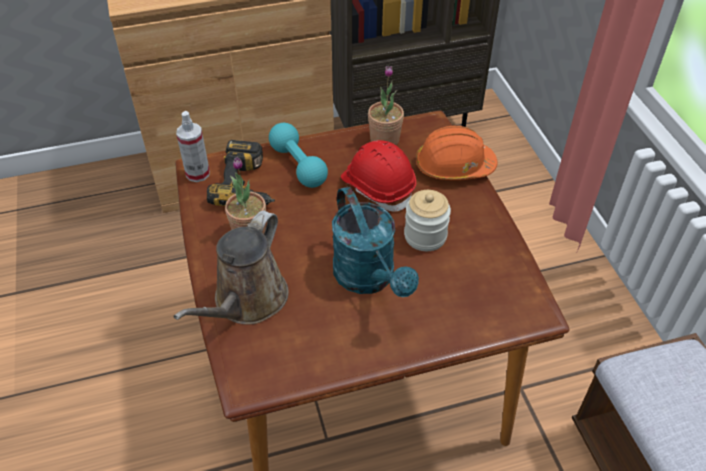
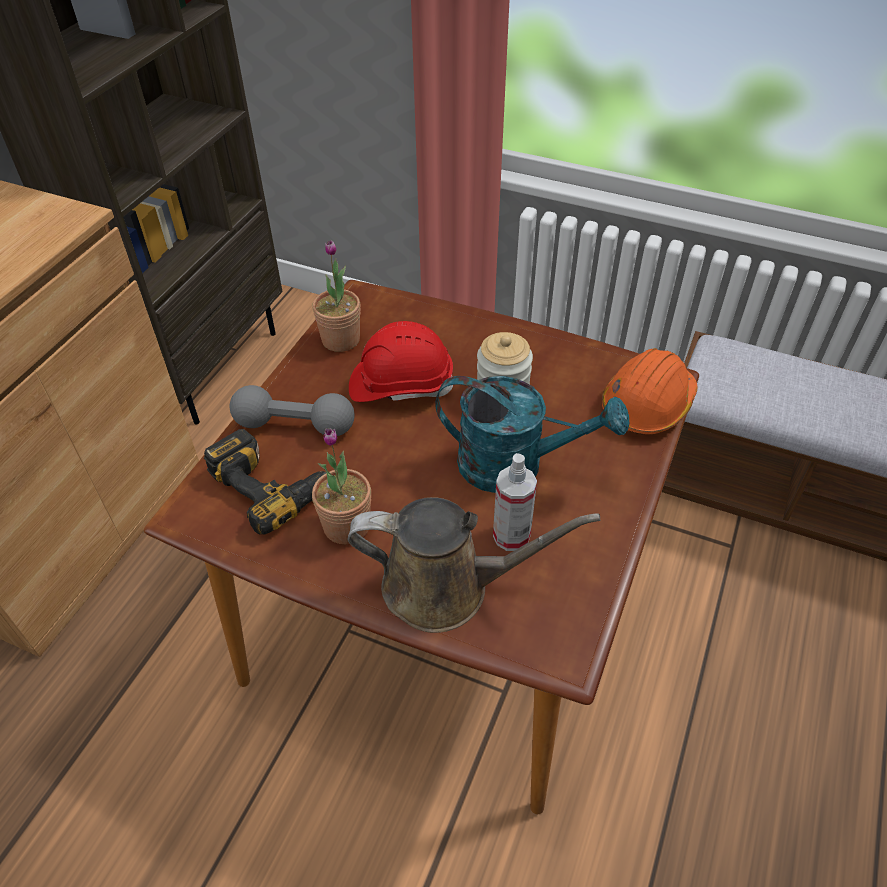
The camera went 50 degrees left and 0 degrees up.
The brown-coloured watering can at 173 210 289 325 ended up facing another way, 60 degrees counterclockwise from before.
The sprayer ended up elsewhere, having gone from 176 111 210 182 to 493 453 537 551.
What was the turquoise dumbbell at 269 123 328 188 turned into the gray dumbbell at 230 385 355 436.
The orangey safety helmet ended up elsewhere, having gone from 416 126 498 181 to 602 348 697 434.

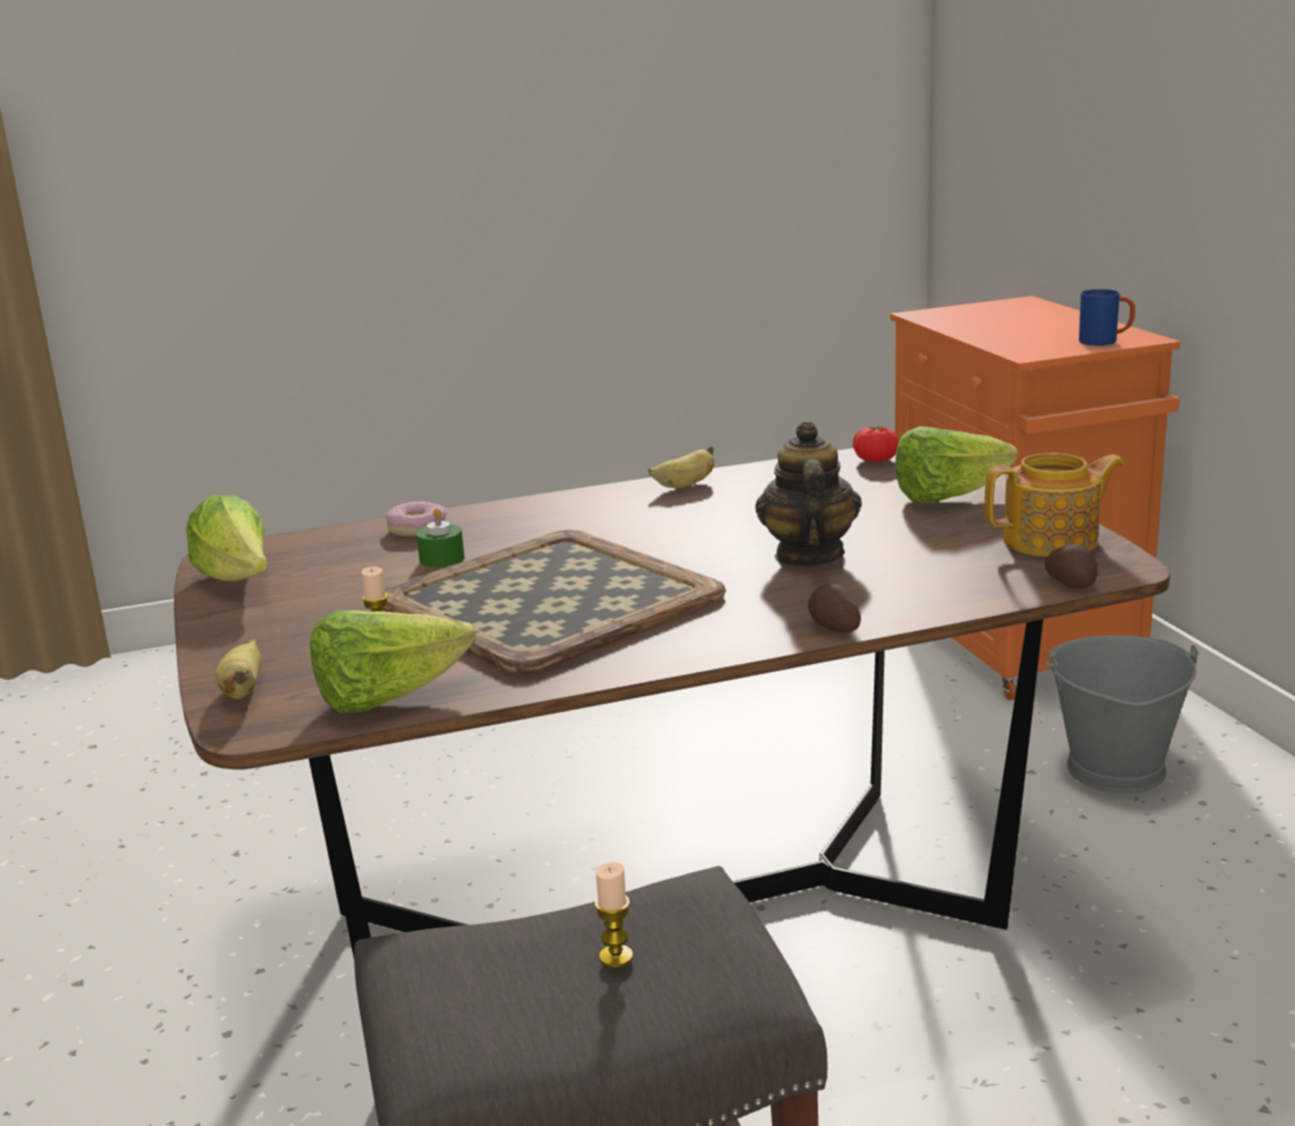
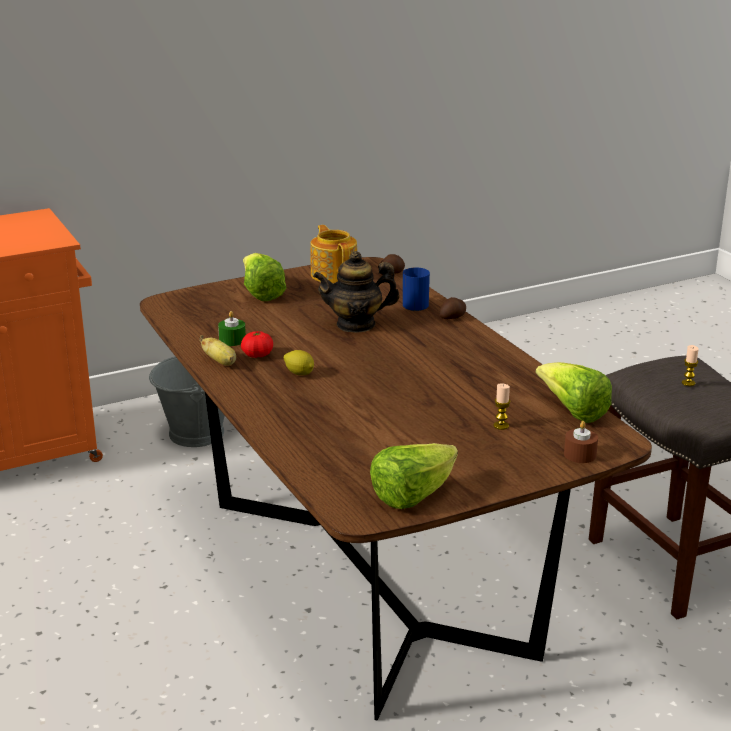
The camera went 100 degrees left and 5 degrees up.
Where the whole banana stood at 216 639 261 699, the brown-coloured wax candle came to stand at 564 421 598 463.
The second view lost the serving tray at 382 530 726 674.
The second view lost the donut at 385 501 447 537.
The greenish wax candle ended up elsewhere, having gone from 416 508 465 568 to 218 311 246 346.
The whole tomato ended up elsewhere, having gone from 853 426 899 462 to 241 331 273 358.
The blue tea mug ended up elsewhere, having gone from 1079 289 1135 346 to 403 267 430 311.
The second view gained the citrus fruit at 284 350 314 375.

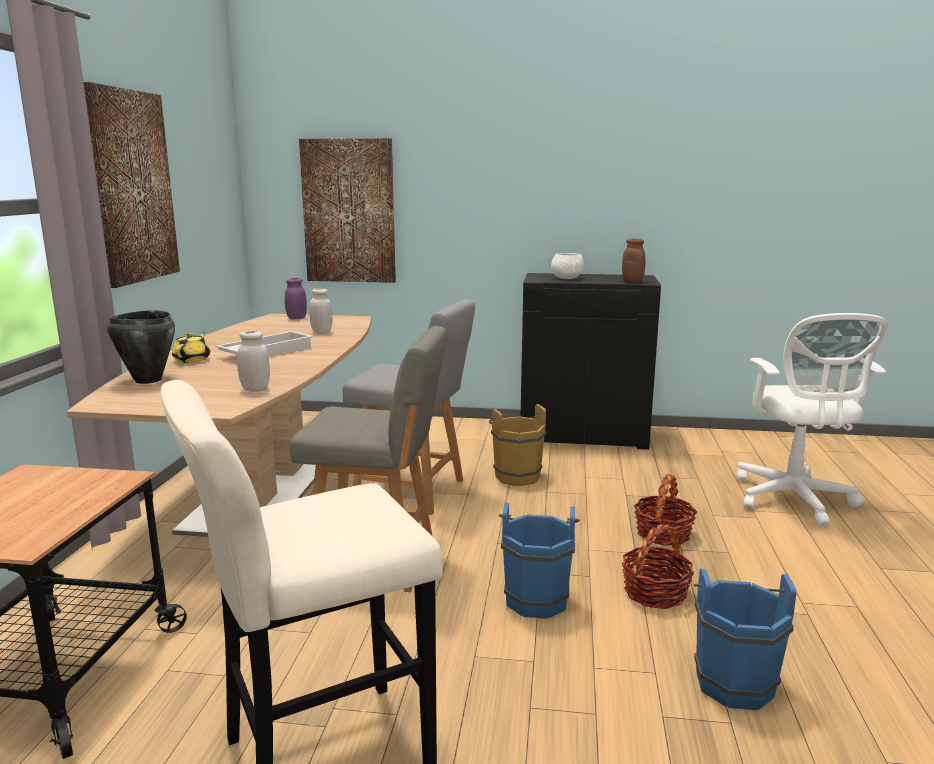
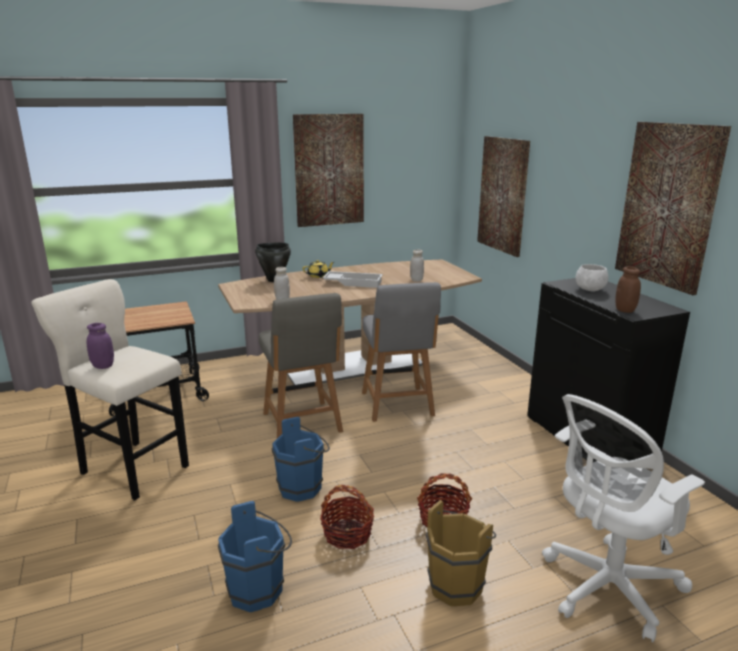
The camera went 60 degrees right and 5 degrees up.
The purple-coloured preserve jar ended up elsewhere, having gone from 285 278 307 319 to 86 323 114 369.
The brown-coloured bucket ended up elsewhere, having gone from 489 404 546 486 to 426 500 496 606.
The second view gained the wall picture at 615 122 731 295.

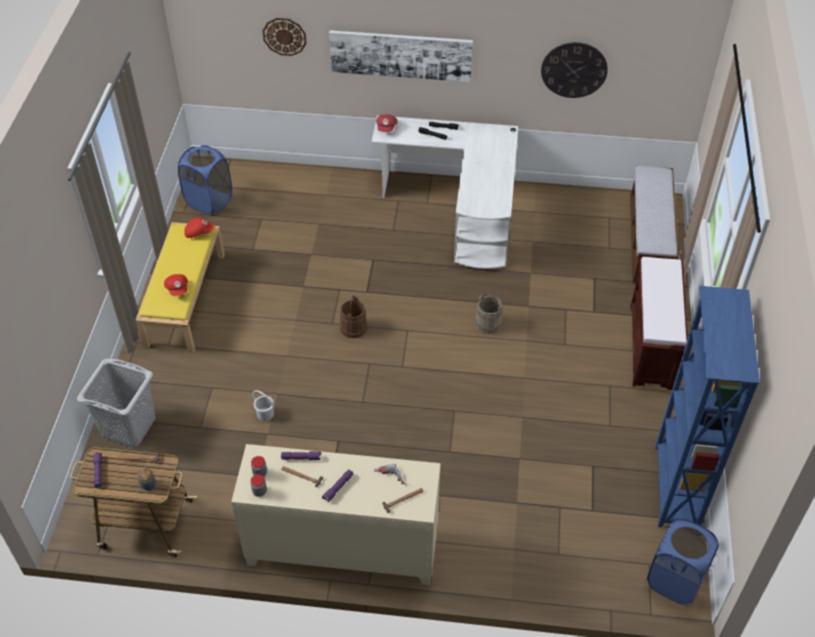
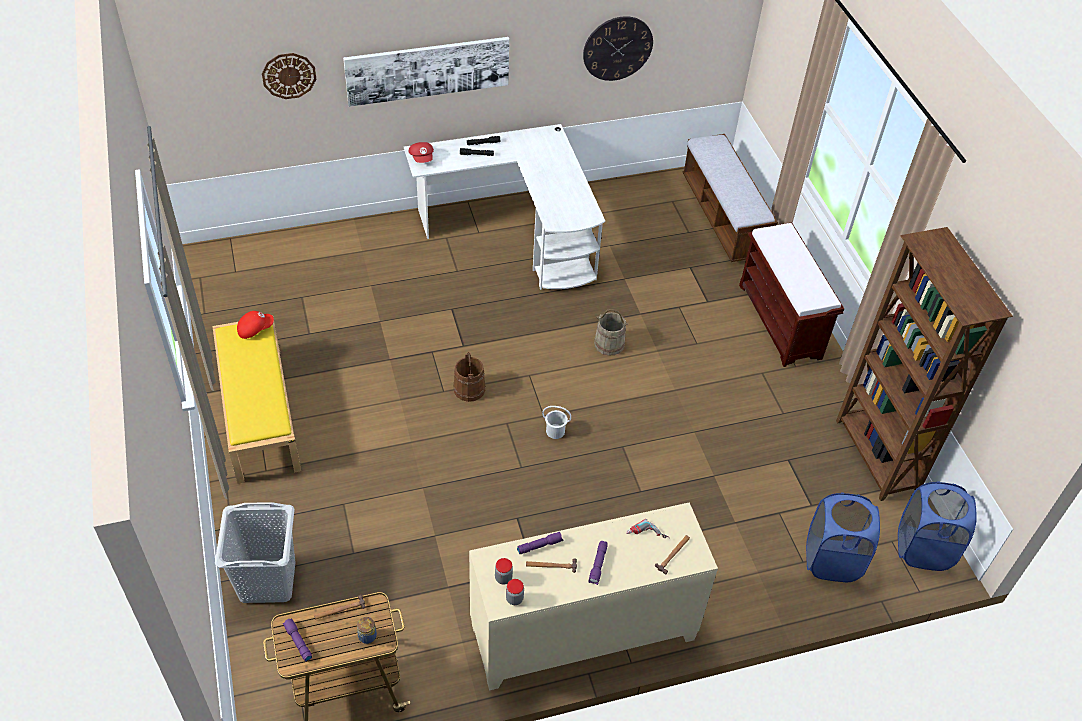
The camera went 25 degrees left and 0 degrees up.
The second view lost the red-coloured cap at 164 274 188 296.
The blue washing basket ended up elsewhere, having gone from 178 145 232 215 to 806 493 880 582.
The white bucket ended up elsewhere, having gone from 252 390 274 421 to 542 406 571 439.
What was the blue bookcase at 655 286 760 527 turned into the brown-coloured bookcase at 836 227 1013 501.

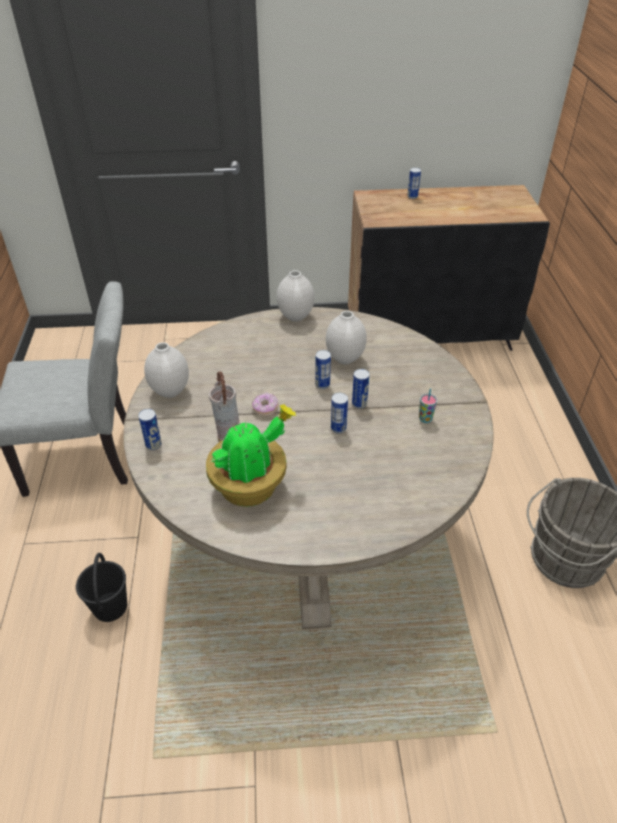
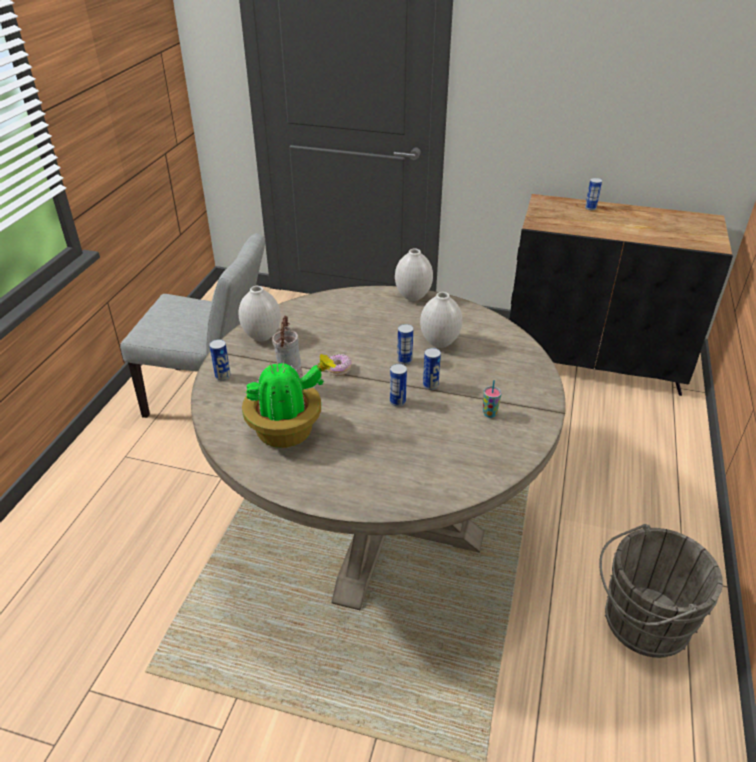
The camera went 20 degrees right and 5 degrees down.
The second view lost the black bucket at 76 553 127 622.

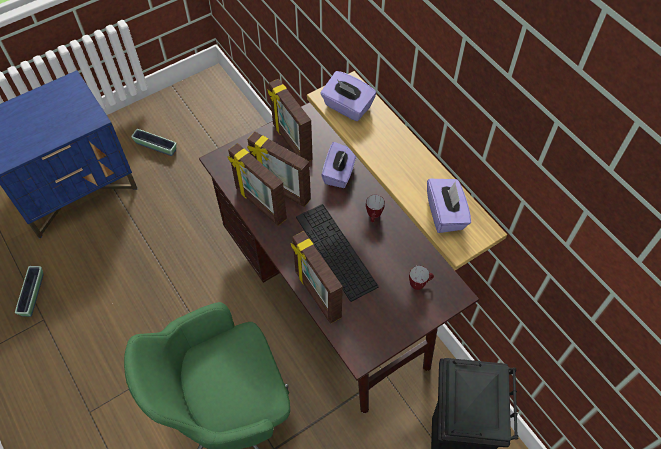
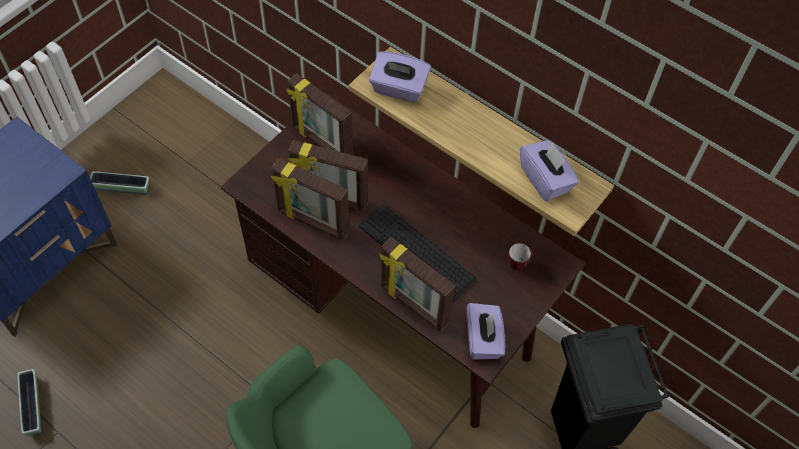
The camera went 20 degrees left and 0 degrees up.
The purple-coloured tissue box ended up elsewhere, having gone from 321 142 356 188 to 467 303 505 360.
The second view lost the tea mug at 366 195 385 222.

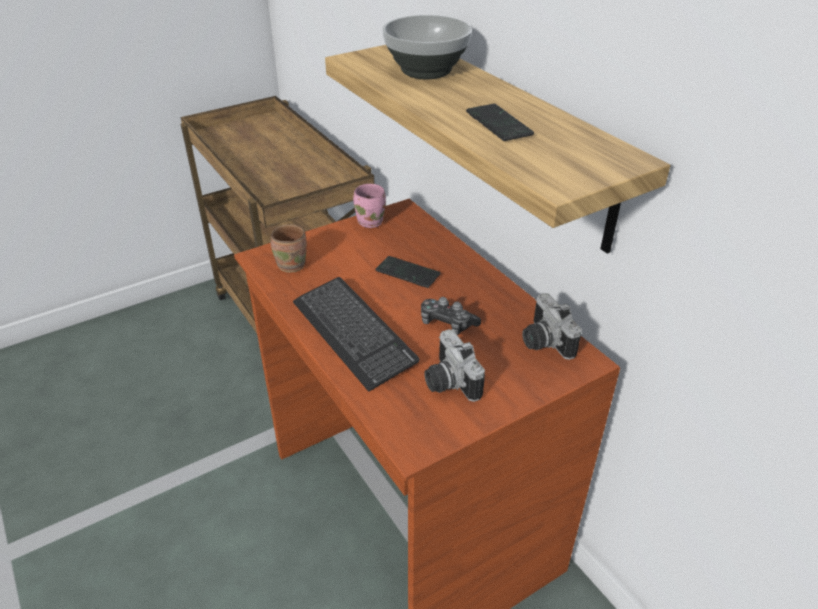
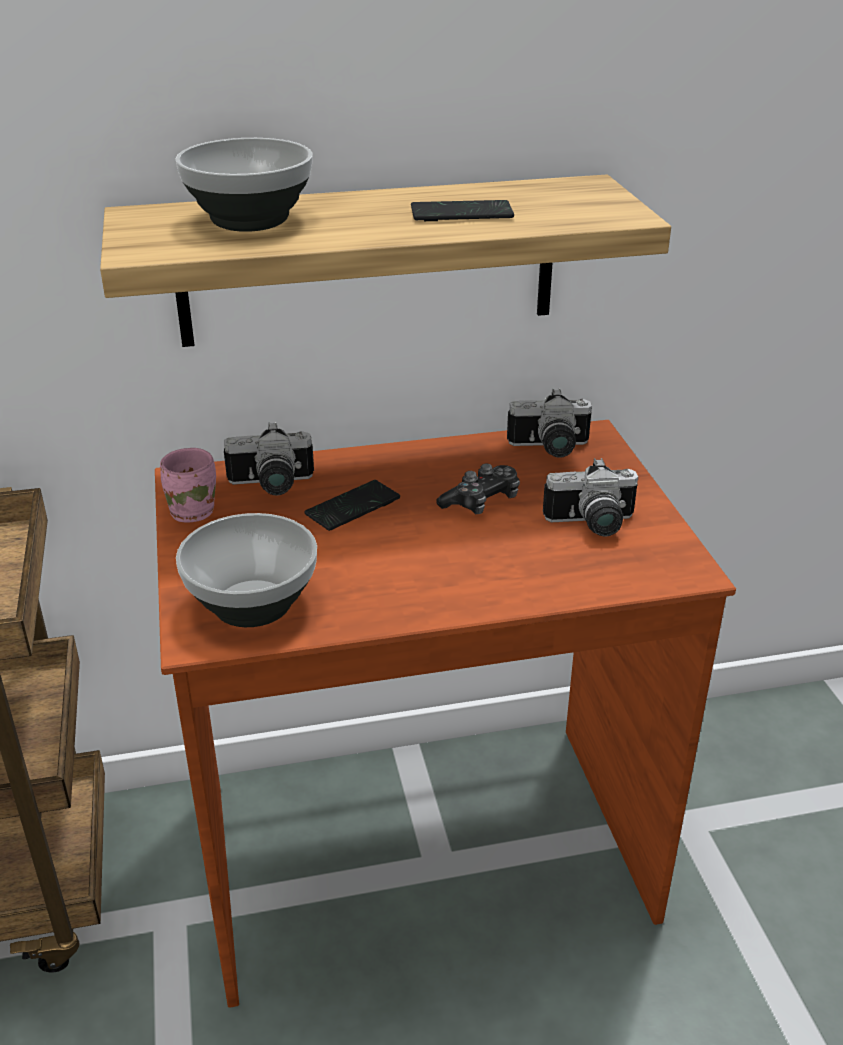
The camera went 70 degrees left and 5 degrees down.
Where the brown-coloured tea mug stood at 271 224 307 273, the bowl came to stand at 176 513 317 627.
The second view lost the PC keyboard at 293 277 420 392.
The second view gained the photo camera at 224 422 314 496.

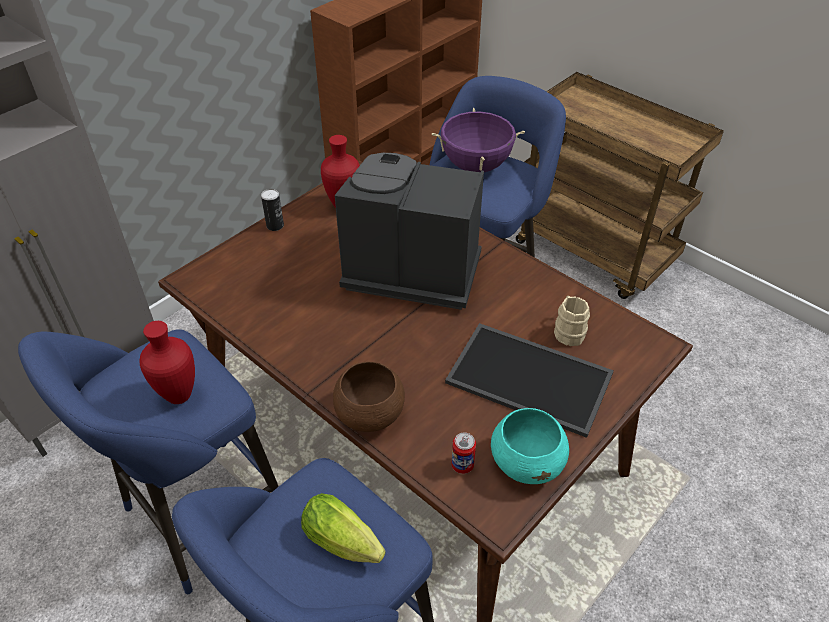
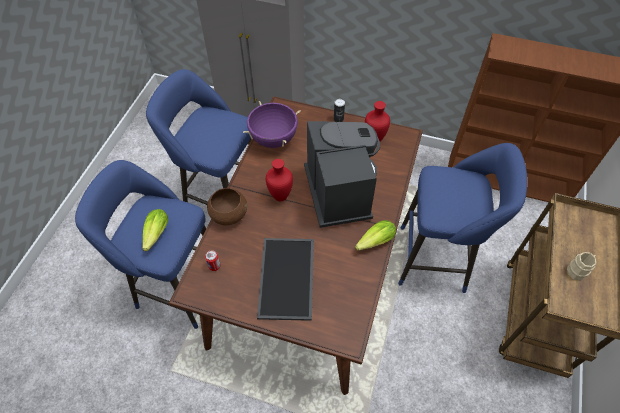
The camera went 65 degrees right and 10 degrees up.
The red-coloured decorative vase ended up elsewhere, having gone from 140 321 195 404 to 266 159 293 201.
The purple-coloured stockpot ended up elsewhere, having gone from 432 108 525 172 to 243 101 301 148.
The second view lost the turquoise bowl at 491 408 569 484.
The sand-coloured tea mug ended up elsewhere, having gone from 554 296 590 346 to 567 252 596 280.
The second view gained the head of lettuce at 355 220 396 251.

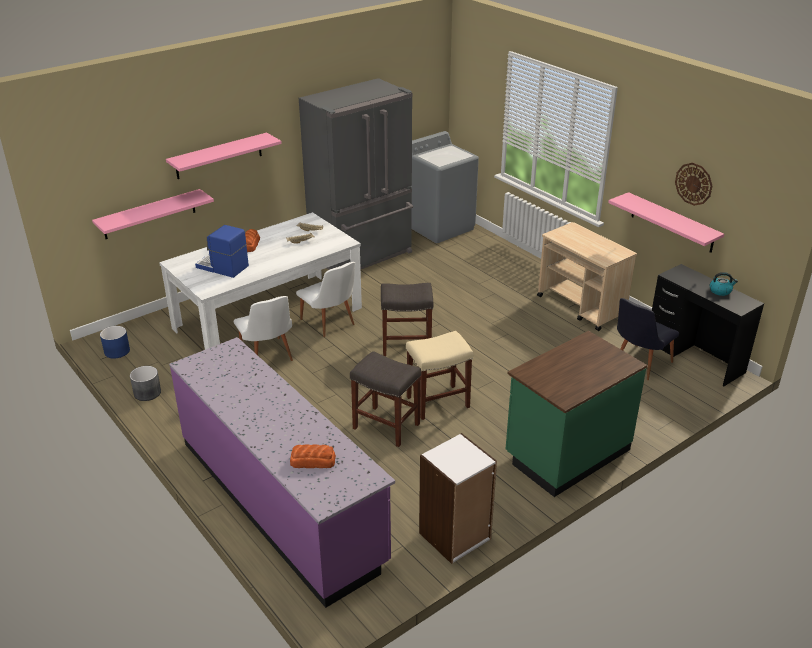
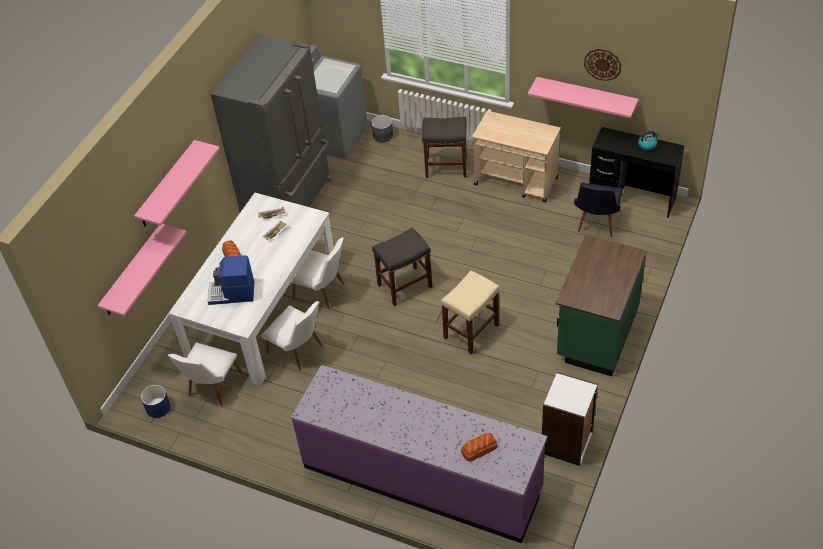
The camera went 25 degrees left and 15 degrees up.
The gray flower pot ended up elsewhere, having gone from 130 366 161 401 to 371 115 393 142.
The gray sitting stool ended up elsewhere, having gone from 350 351 421 447 to 422 117 467 178.
The second view gained the white upright chair at 168 342 243 406.

